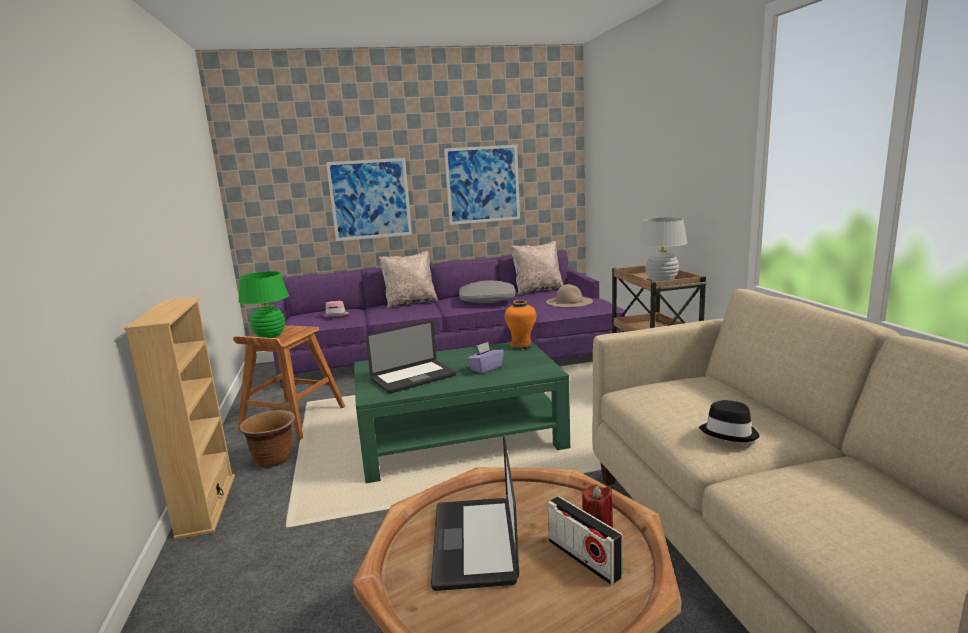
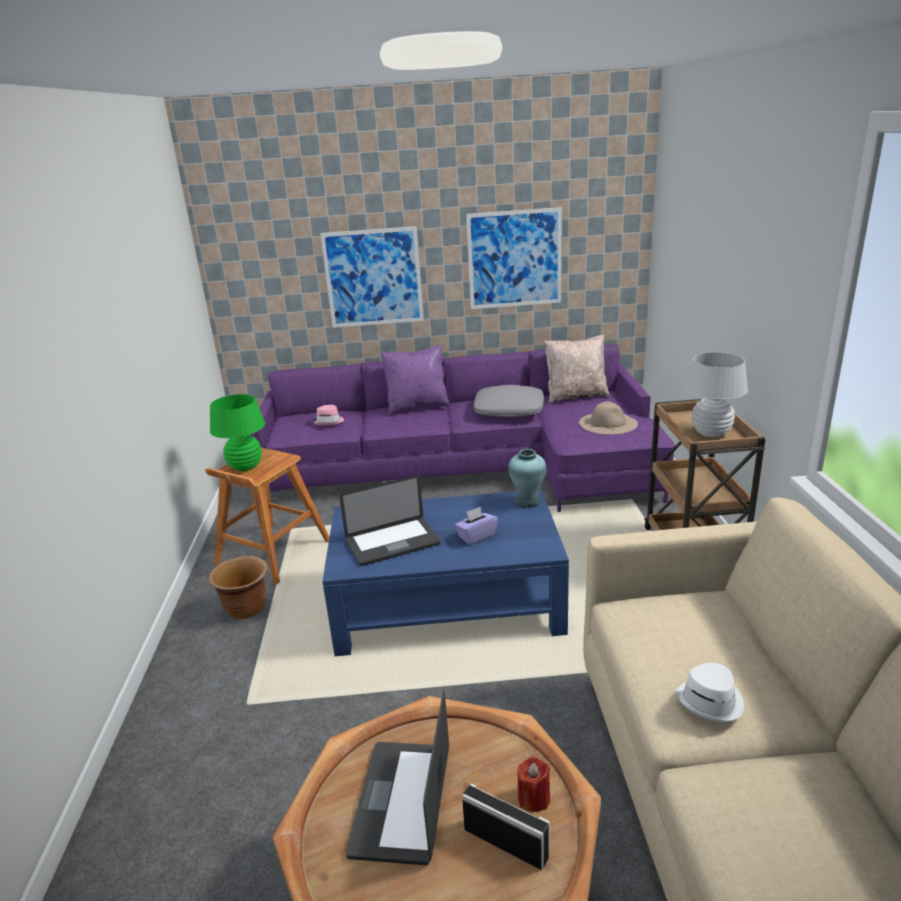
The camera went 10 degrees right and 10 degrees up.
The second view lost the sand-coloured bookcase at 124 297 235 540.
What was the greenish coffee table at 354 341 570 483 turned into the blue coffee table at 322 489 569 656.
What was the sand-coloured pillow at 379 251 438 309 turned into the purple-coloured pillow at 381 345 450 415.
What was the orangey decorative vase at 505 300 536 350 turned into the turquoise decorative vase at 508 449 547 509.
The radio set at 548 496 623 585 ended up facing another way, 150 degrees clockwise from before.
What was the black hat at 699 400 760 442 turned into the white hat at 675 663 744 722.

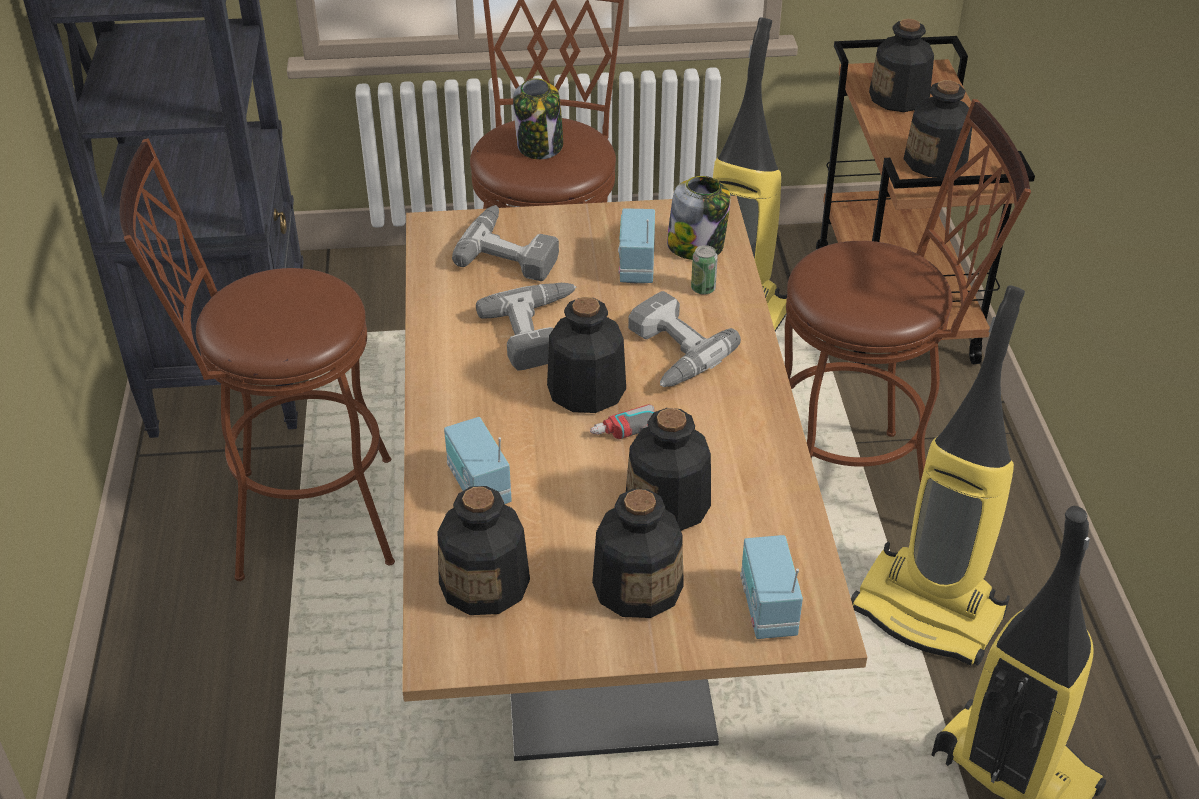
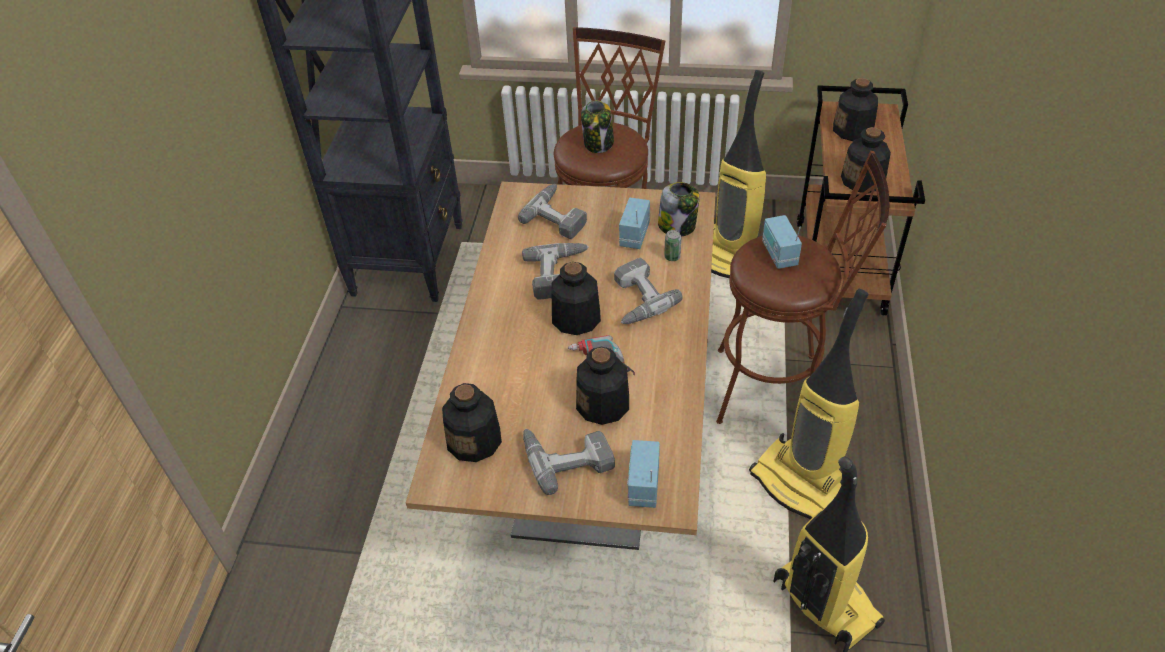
The camera went 15 degrees right and 5 degrees up.
The second view lost the brown-coloured sitting stool at 119 139 395 581.
The radio set ended up elsewhere, having gone from 444 417 512 504 to 762 215 802 269.
Where the bottle stood at 592 489 684 618, the drill came to stand at 523 429 615 495.

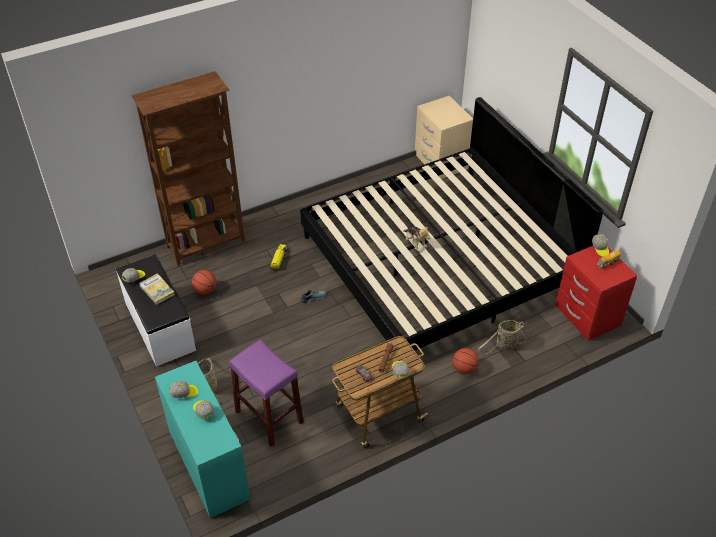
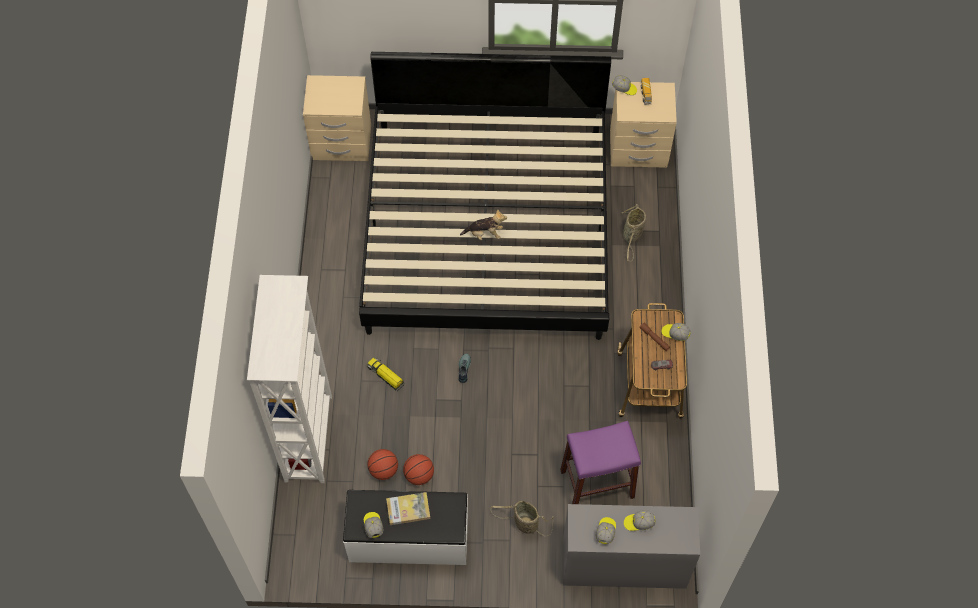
The camera went 60 degrees left and 15 degrees up.
What was the brown-coloured bookcase at 131 71 245 265 turned into the white bookcase at 247 275 332 483.
What was the turquoise desk unit at 155 361 250 518 turned into the gray desk unit at 563 504 700 589.
The basketball ball ended up elsewhere, having gone from 452 348 479 374 to 403 454 434 485.
What was the red-coloured nightstand at 556 246 638 341 turned into the sand-coloured nightstand at 610 82 677 168.

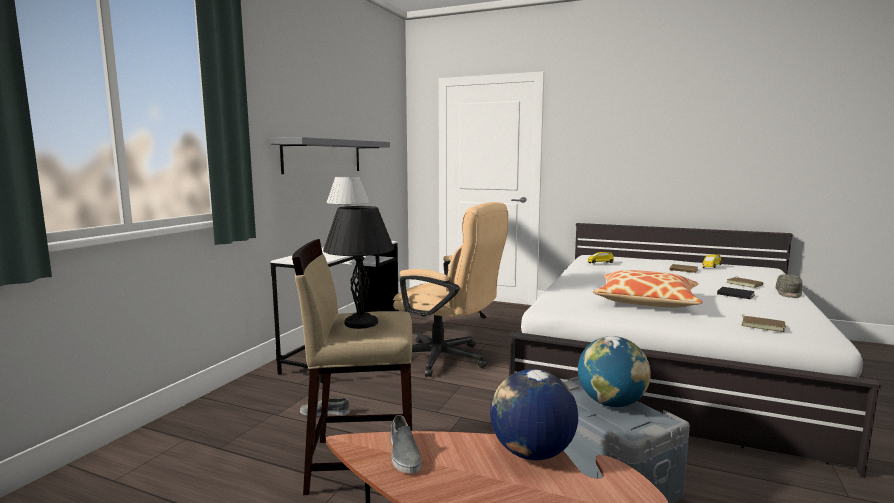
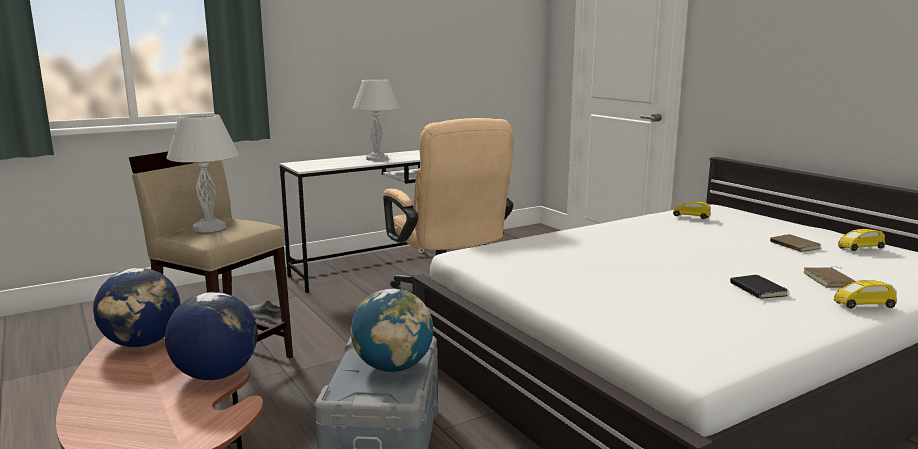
The camera went 35 degrees right and 5 degrees up.
The second view lost the gray bracket shelf at 270 137 390 174.
What was the black tabletop lamp at 323 206 394 329 turned into the white tabletop lamp at 166 114 239 232.
Where the gray shoe stood at 391 415 421 474, the globe came to stand at 93 268 180 347.
The second view lost the pillow at 593 270 703 308.
The second view lost the brown-coloured volume at 741 314 786 332.
Where the gray cap stood at 776 274 802 298, the yellowish model car came to stand at 834 280 897 309.

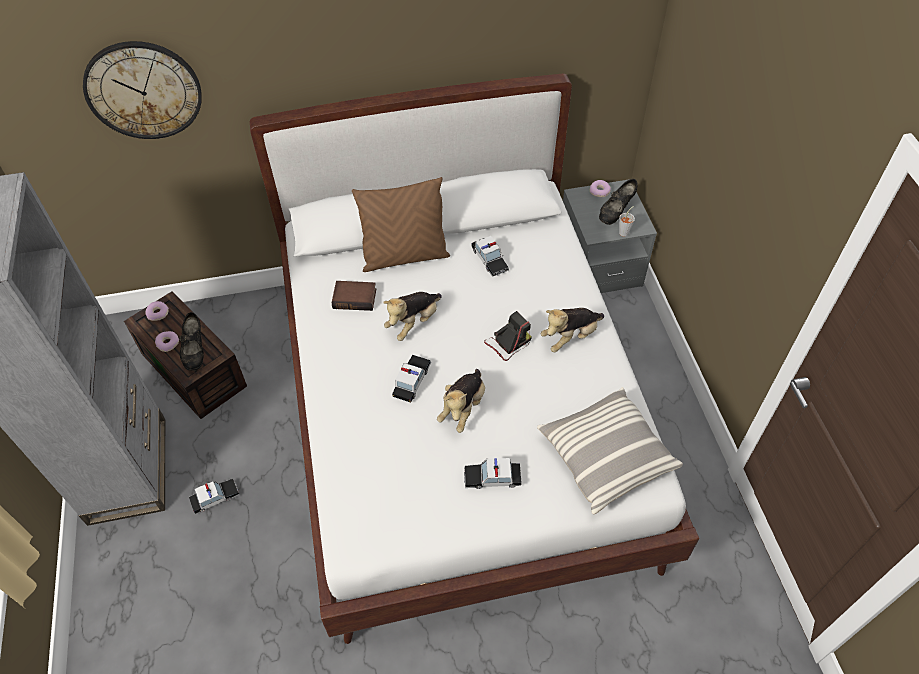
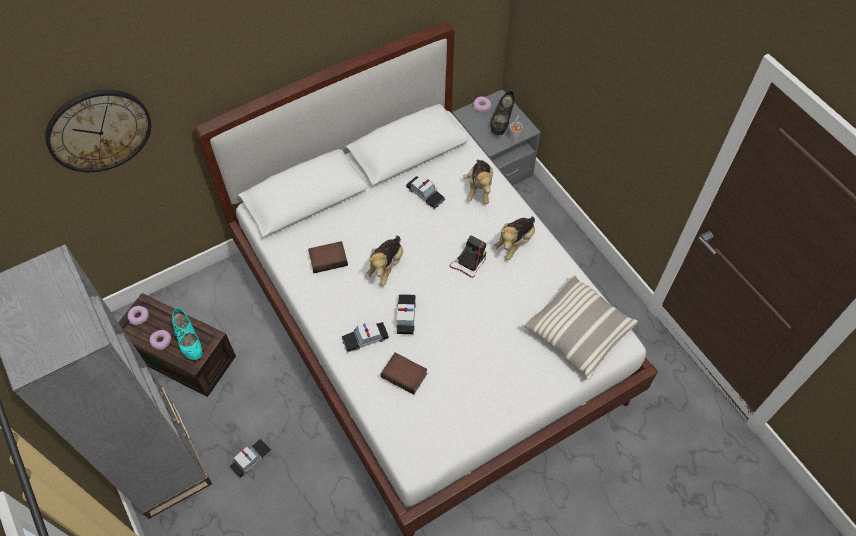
The camera went 20 degrees left and 5 degrees up.
What was the black shoe at 180 312 204 371 turned into the turquoise shoe at 172 308 203 360.
The second view lost the brown-coloured pillow at 352 177 450 272.
The soft toy ended up elsewhere, having gone from 437 369 485 433 to 463 160 493 204.
The model car ended up elsewhere, having gone from 464 458 522 489 to 342 320 389 353.
The second view gained the volume at 381 352 427 395.

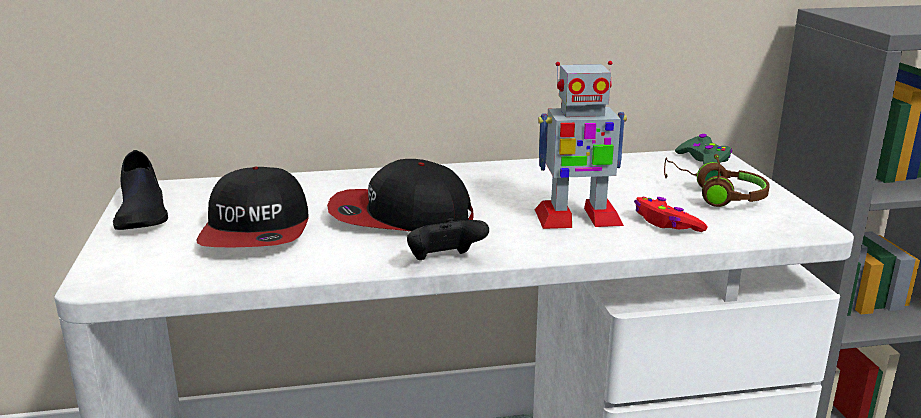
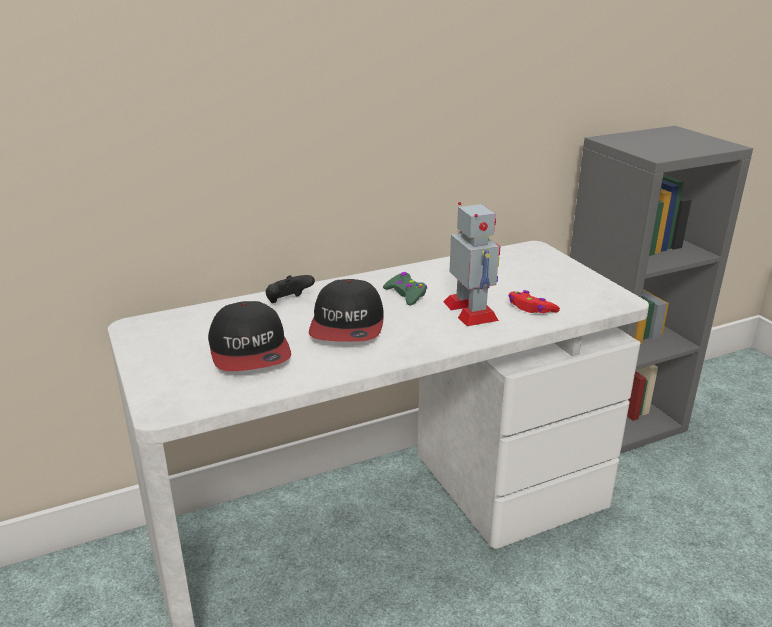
The camera went 15 degrees left and 5 degrees up.
The second view lost the black shoe at 113 150 168 230.
The cap at 327 159 474 231 ended up facing another way, 75 degrees counterclockwise from before.
The black game controller ended up elsewhere, having gone from 407 218 489 260 to 266 275 315 303.
The robot figure at 534 61 627 229 ended up facing another way, 90 degrees counterclockwise from before.
The second view lost the brown-coloured headset at 664 154 770 207.
The greenish game controller ended up elsewhere, having gone from 675 134 732 165 to 383 272 427 305.

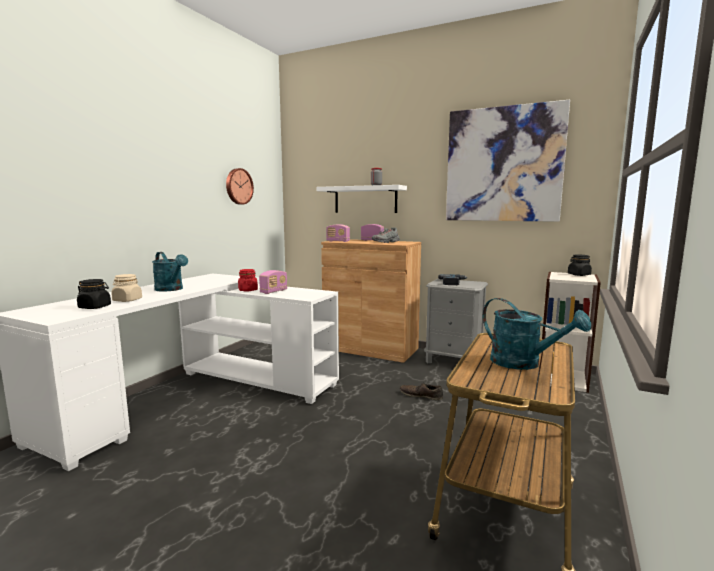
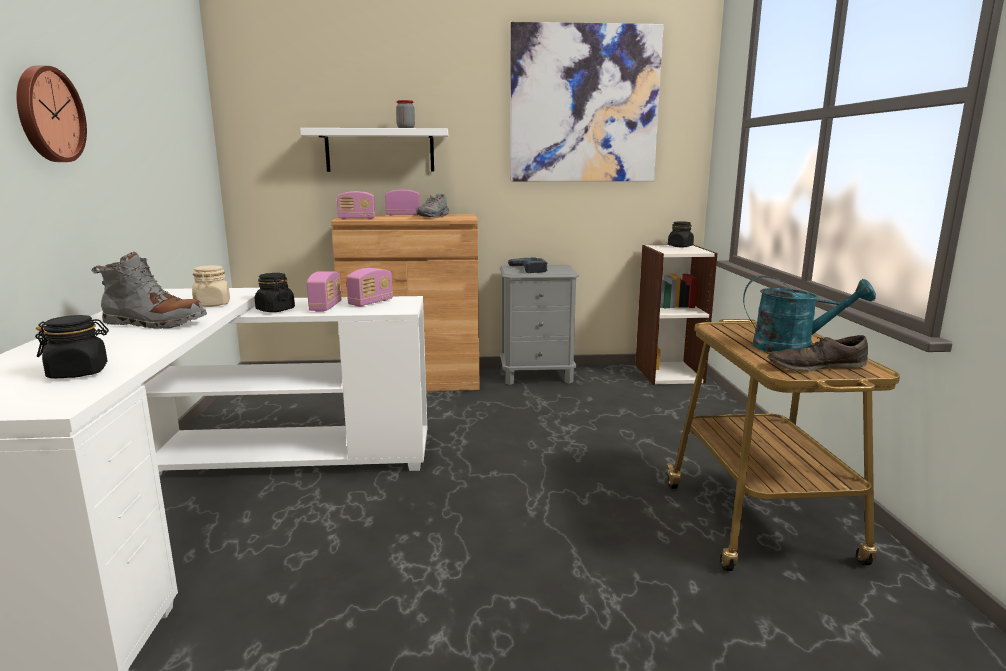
The camera went 30 degrees left and 5 degrees up.
The sand-coloured preserve jar ended up elsewhere, having gone from 111 274 142 302 to 192 265 230 307.
Where the turquoise watering can stood at 152 252 188 291, the gray tall boot came to stand at 91 252 207 329.
The clock on the wall ended up elsewhere, having gone from 226 168 254 204 to 16 66 87 162.
What was the red-coloured preserve jar at 238 269 258 291 turned into the black preserve jar at 255 273 295 312.
The brown-coloured shoe ended up elsewhere, having gone from 400 383 443 400 to 767 335 868 372.
The second view gained the radio set at 346 268 393 307.

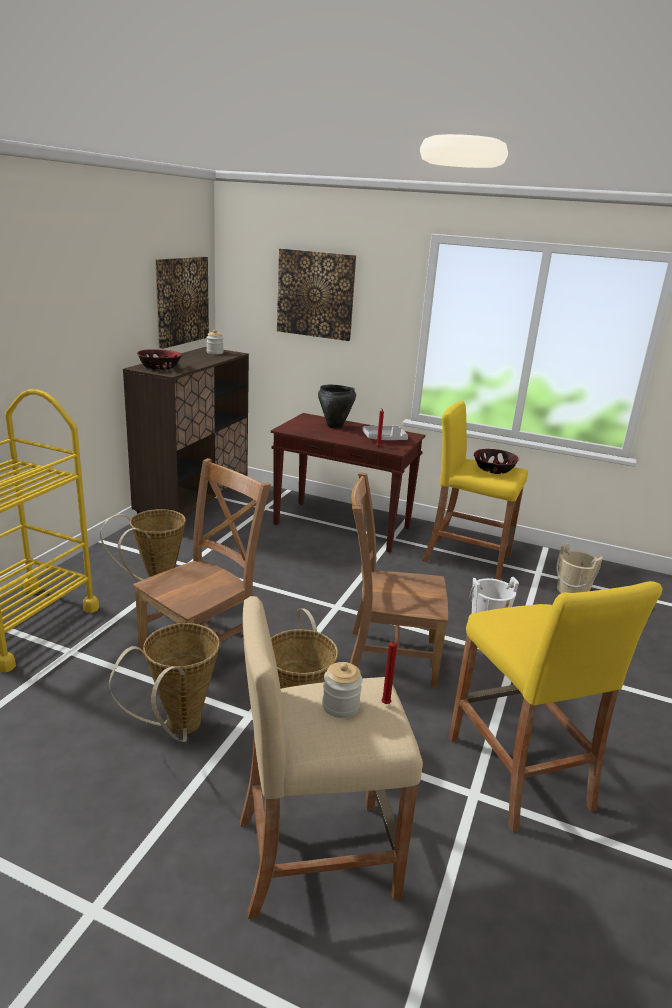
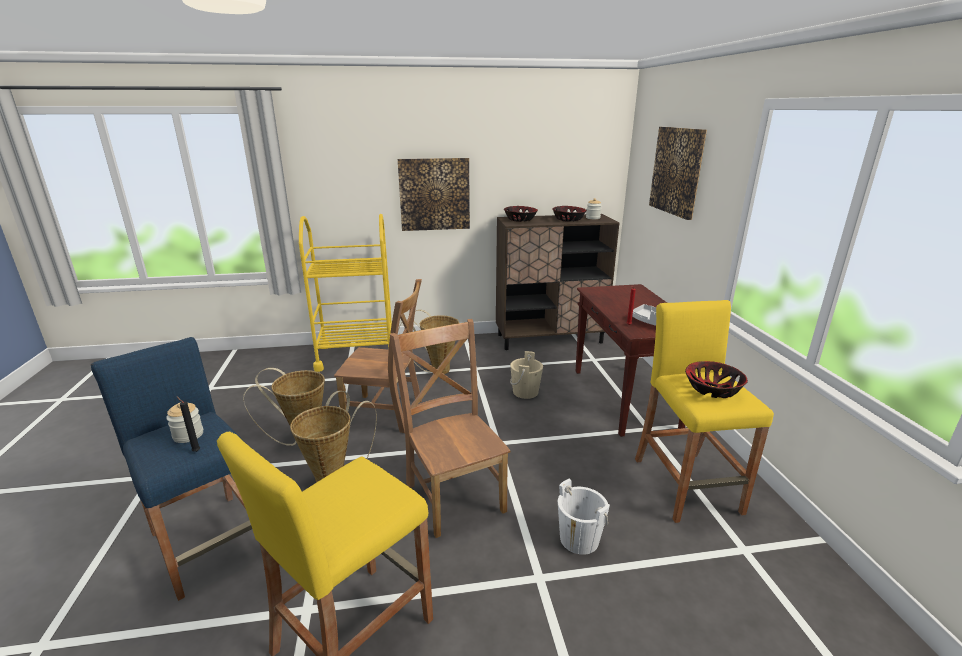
The camera went 60 degrees right and 0 degrees up.
The wall picture ended up elsewhere, having gone from 155 257 209 349 to 398 158 470 231.
What was the sand-coloured sitting stool at 240 596 423 919 turned into the blue sitting stool at 91 337 252 601.
The second view lost the black stockpot at 318 385 356 429.
What was the red-coloured wax candle at 381 639 397 704 turned into the black wax candle at 176 396 200 452.
The sand-coloured bucket ended up elsewhere, having gone from 556 543 603 593 to 510 351 543 399.
The second view gained the bowl at 552 206 587 222.

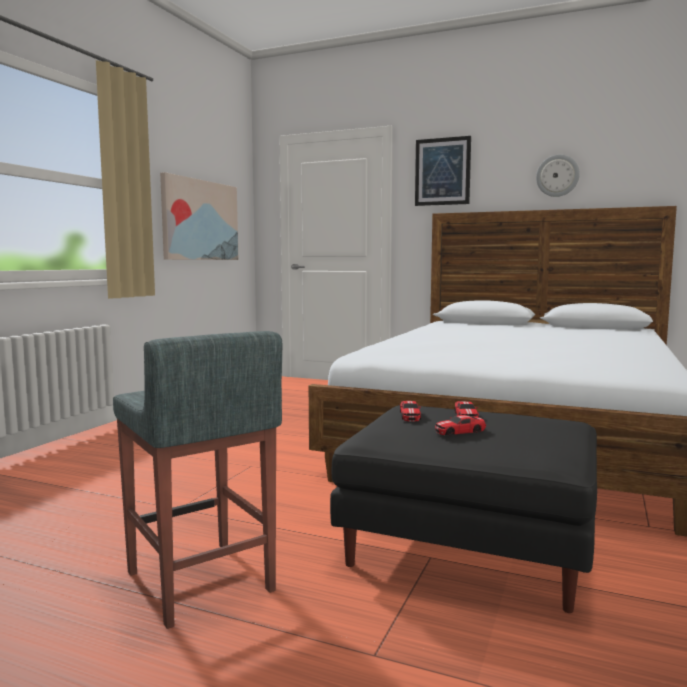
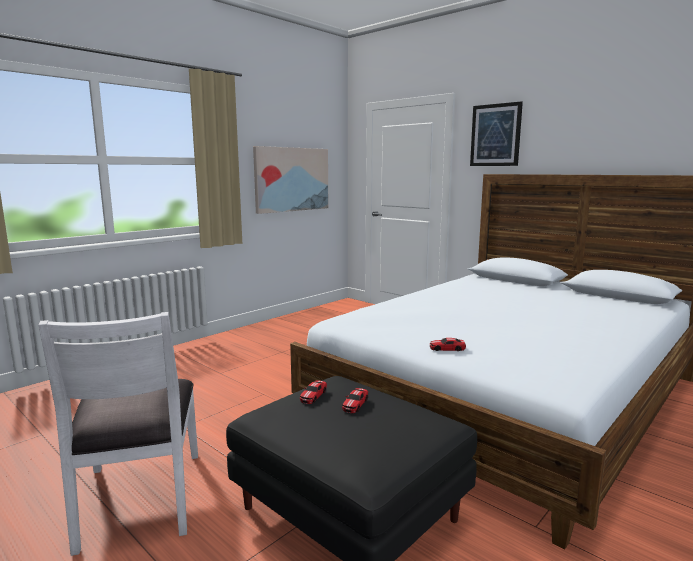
The camera went 20 degrees right and 5 degrees up.
Where the gray sitting stool stood at 113 331 282 629, the white upright chair came to stand at 39 312 198 556.
The model car ended up elsewhere, having gone from 435 415 486 435 to 430 338 466 351.
The second view lost the clock on the wall at 536 154 580 197.

